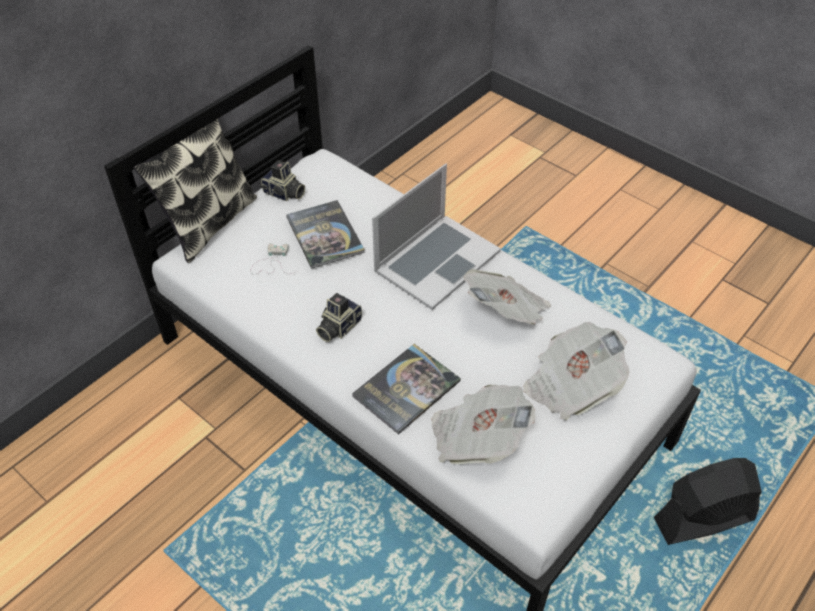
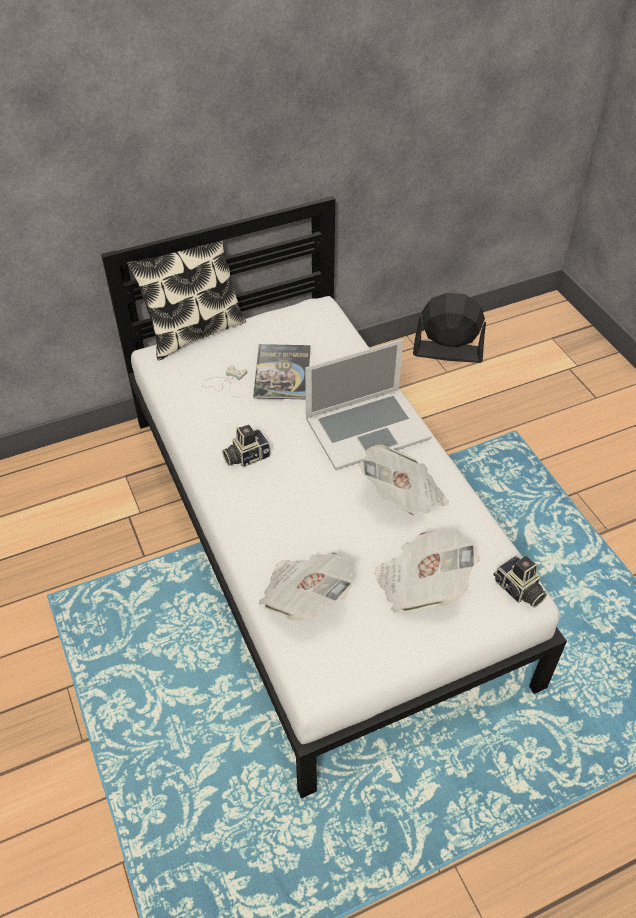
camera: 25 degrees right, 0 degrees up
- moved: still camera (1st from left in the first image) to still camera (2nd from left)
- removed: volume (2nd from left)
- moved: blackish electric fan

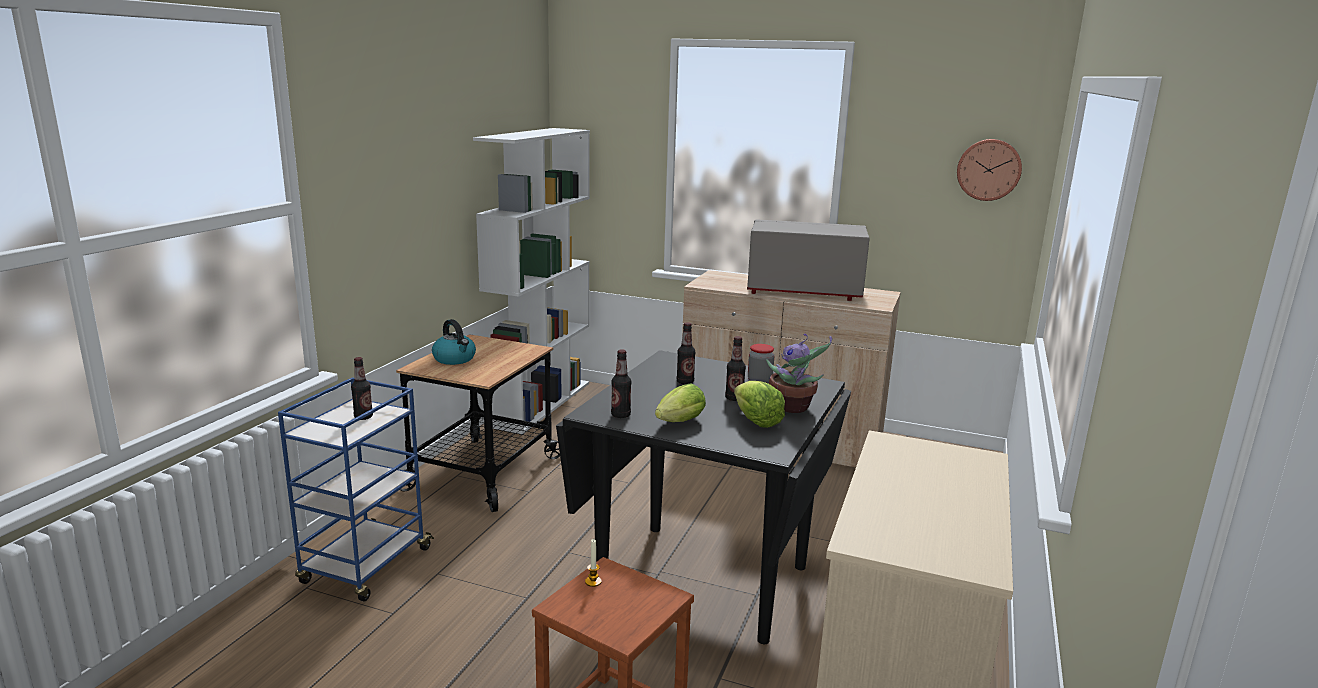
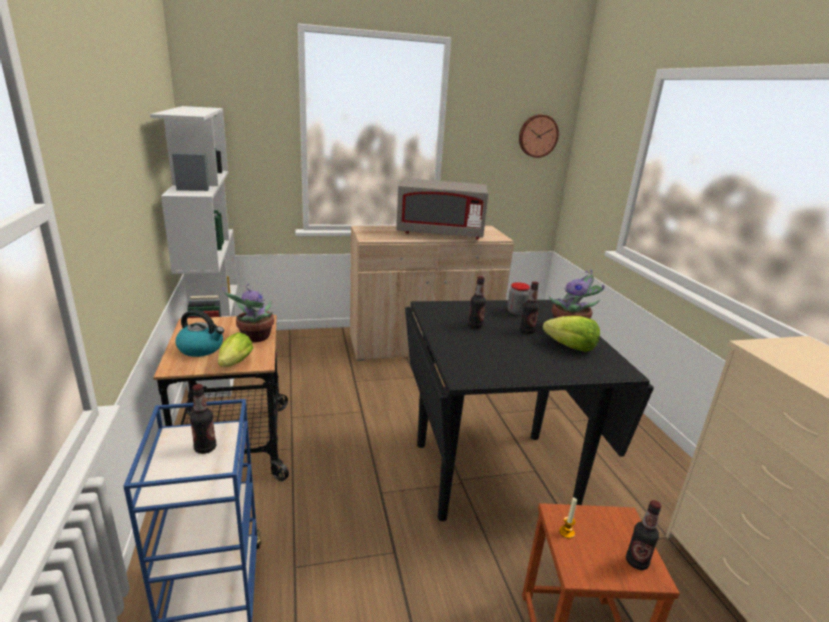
camera: 35 degrees left, 5 degrees up
- turned: gray microwave oven 150 degrees counterclockwise
- moved: drink bottle (2nd from left in the first image) to drink bottle (4th from left)
- moved: head of lettuce (1st from left)
- added: potted plant (1st from left)

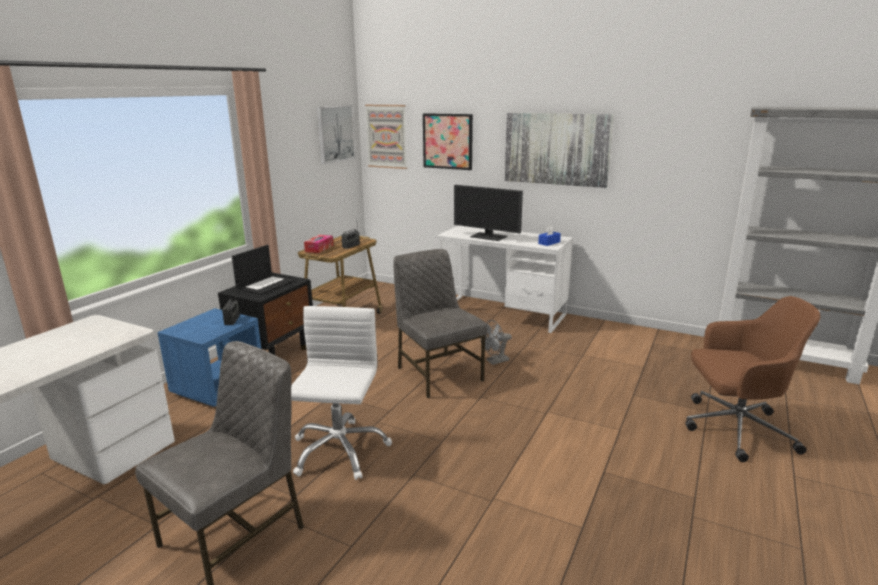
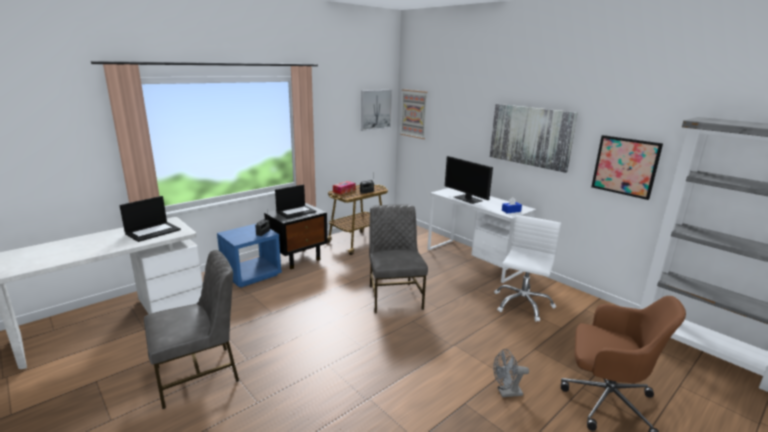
camera: 20 degrees right, 0 degrees up
- moved: wall picture (3rd from left in the first image) to wall picture (4th from left)
- moved: white-coloured computer chair
- moved: gray electric fan
- added: laptop (1st from left)

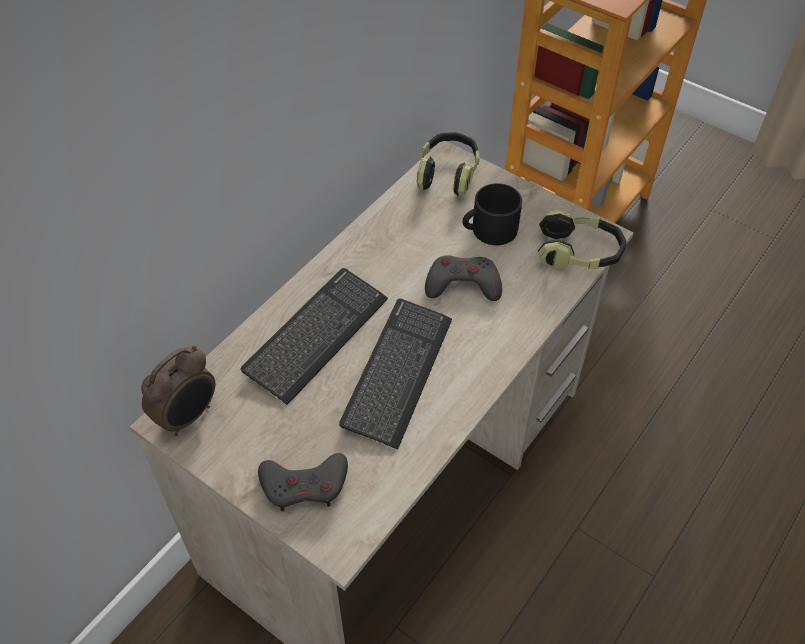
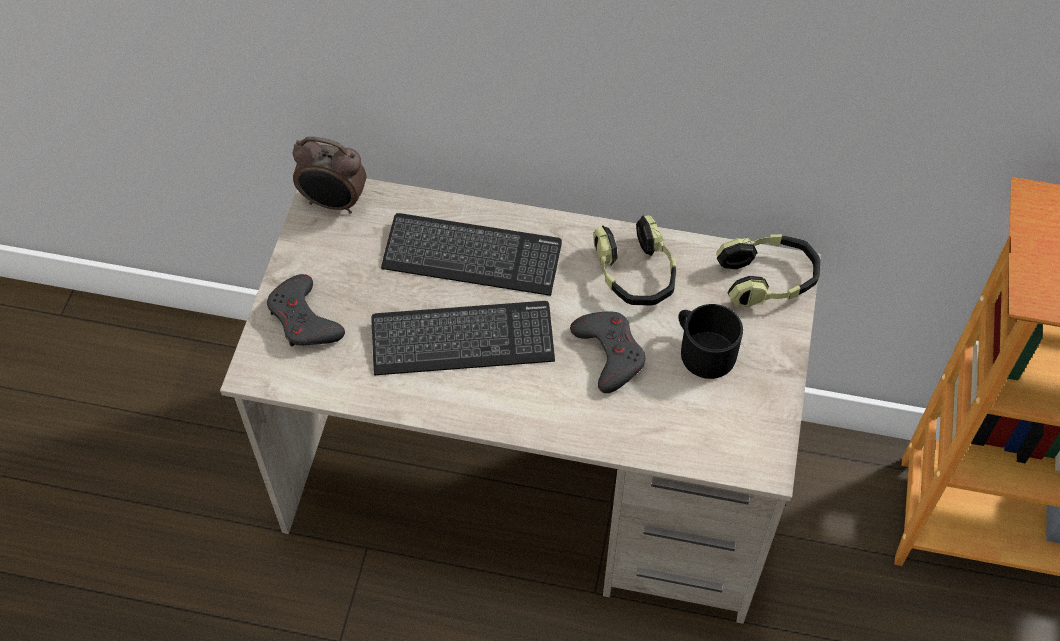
camera: 65 degrees right, 5 degrees up
- moved: pair of headphones (2nd from left in the first image) to pair of headphones (1st from left)

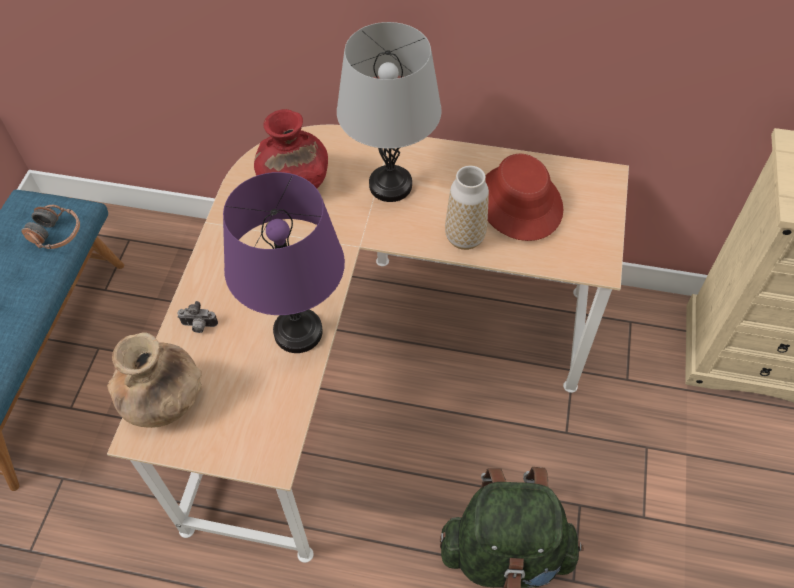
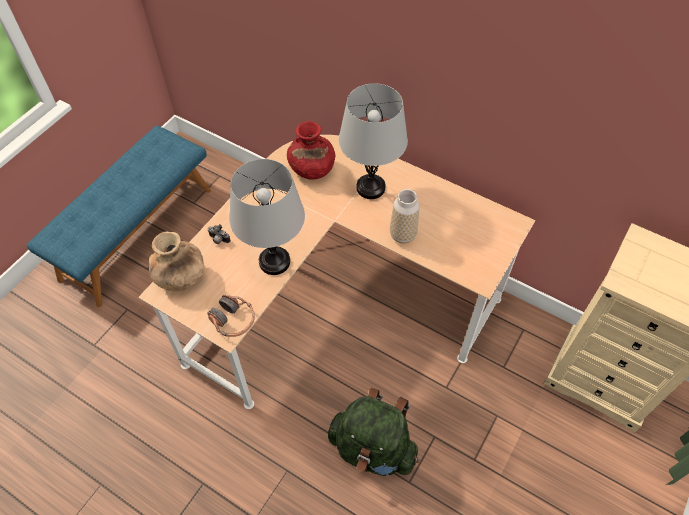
camera: 20 degrees right, 0 degrees up
- removed: reddish clothing hat
- recoloured: purplish lamp for a table to gray lamp for a table (1st from left)
- moved: pair of headphones

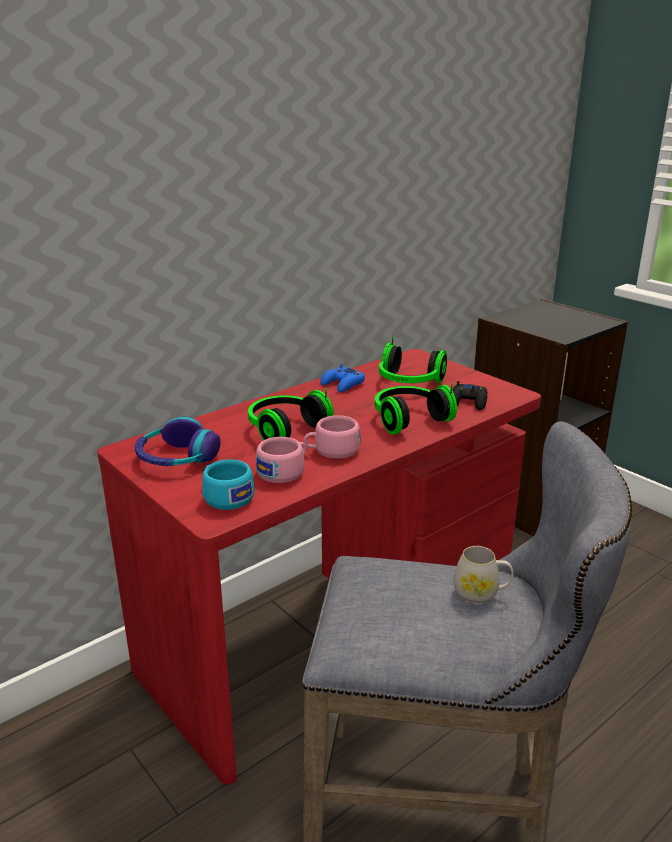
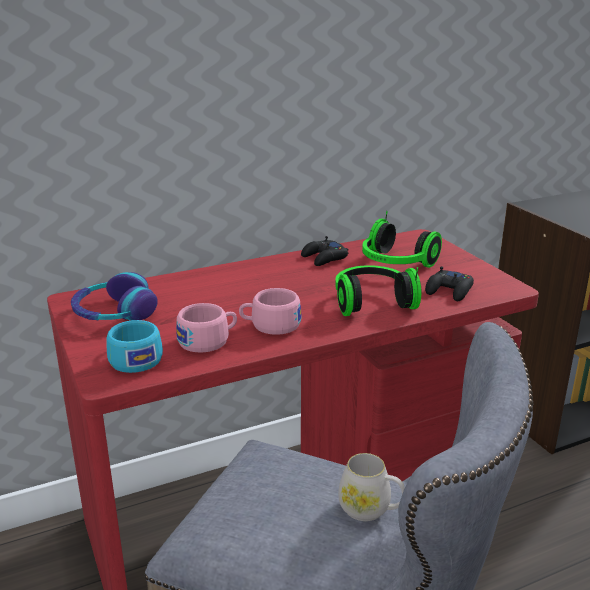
camera: 15 degrees right, 0 degrees up
- recoloured: bluish joypad to blackish joypad (1st from left)
- removed: pair of headphones (2nd from left)

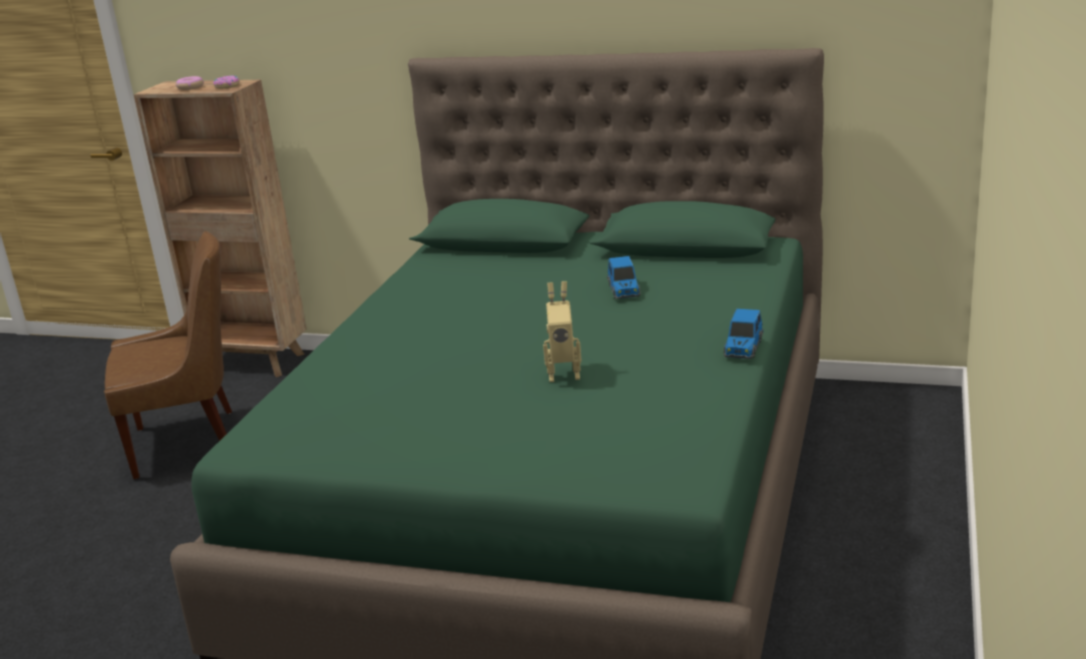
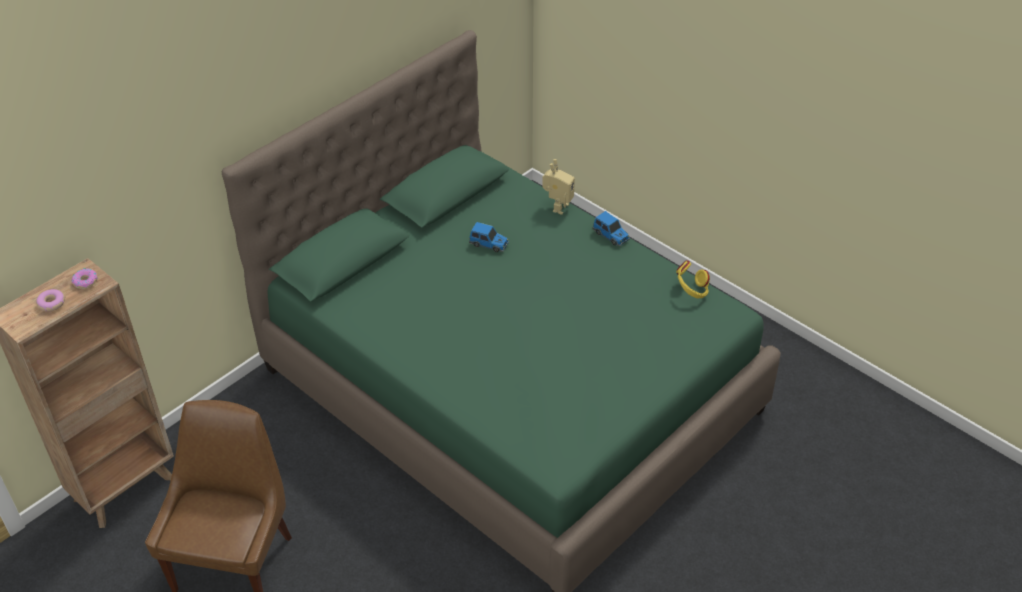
camera: 65 degrees left, 20 degrees up
- moved: model robot
- added: yellowish pair of headphones

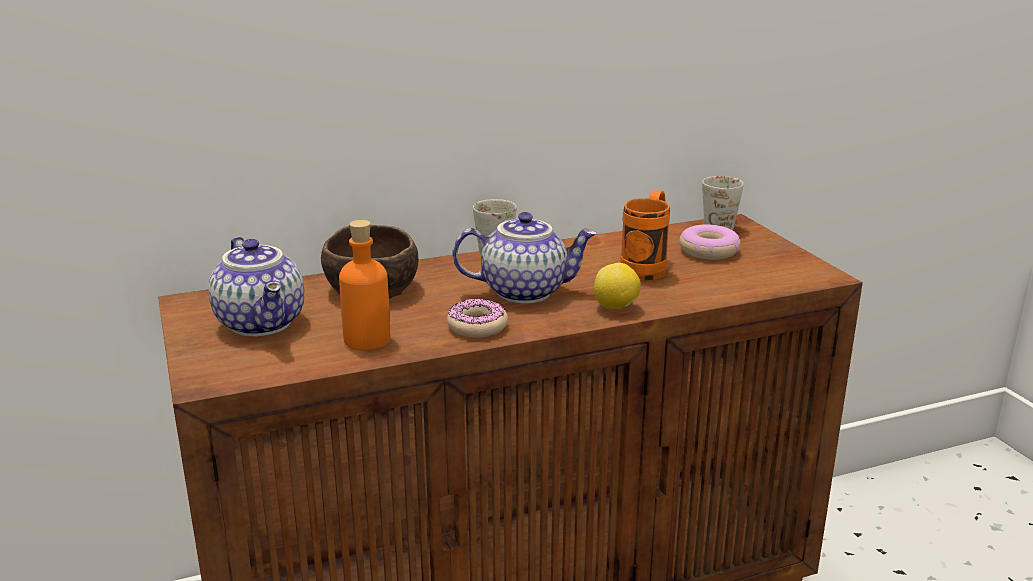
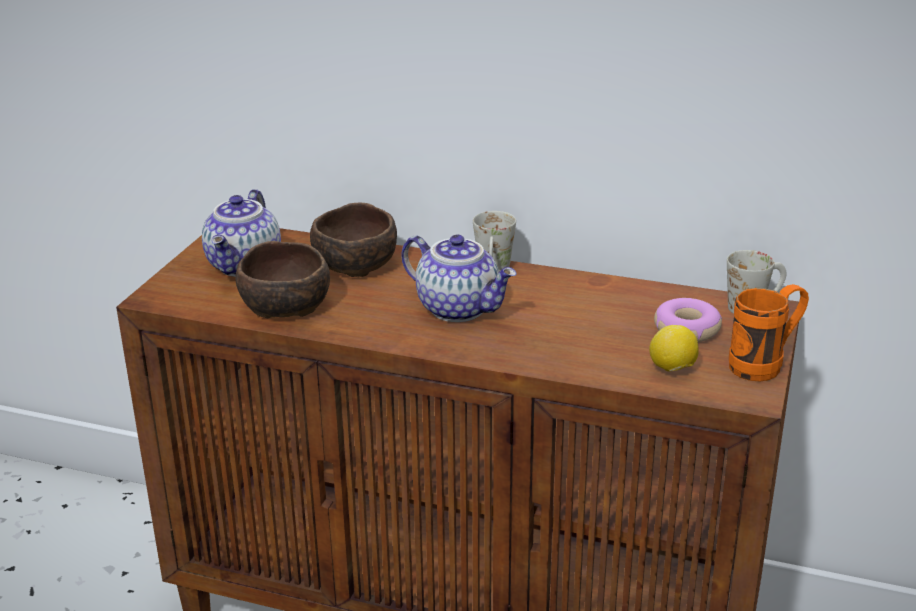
camera: 40 degrees right, 5 degrees up
- moved: orange-coloured mug
- replaced: orange-coloured drink bottle to brown deep dish (1st from left)
- moved: whole lemon
- removed: donut (1st from left)

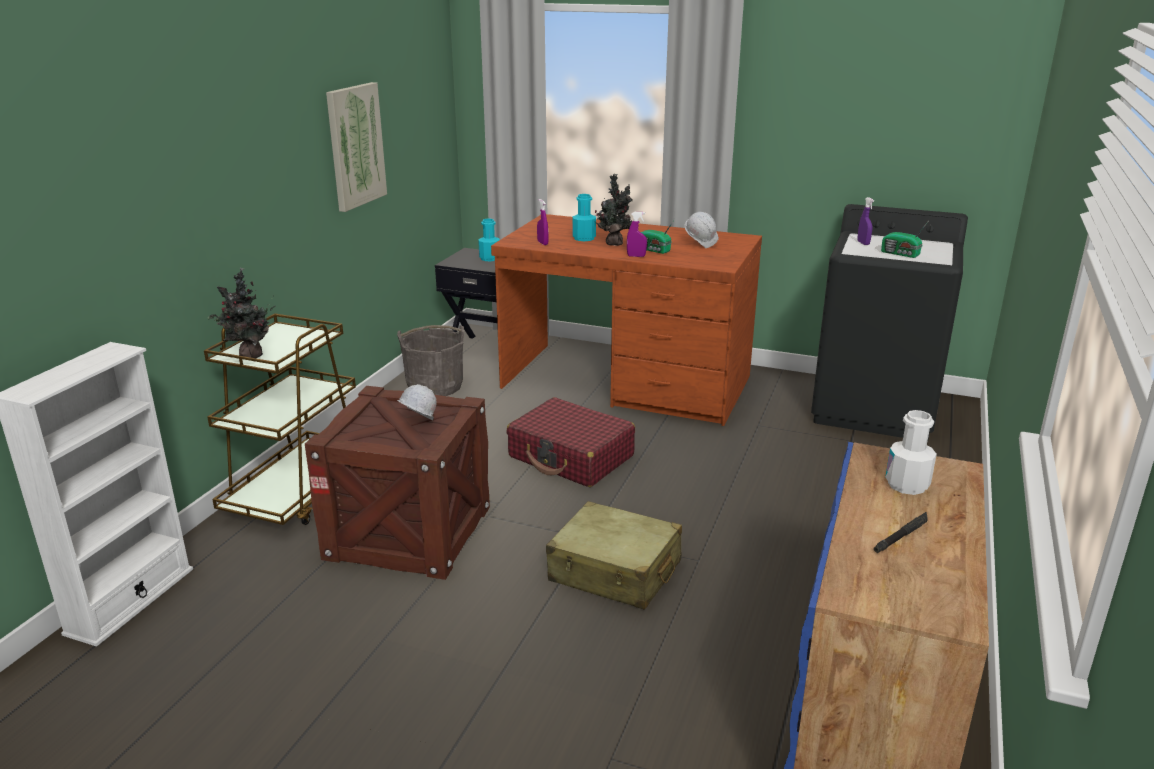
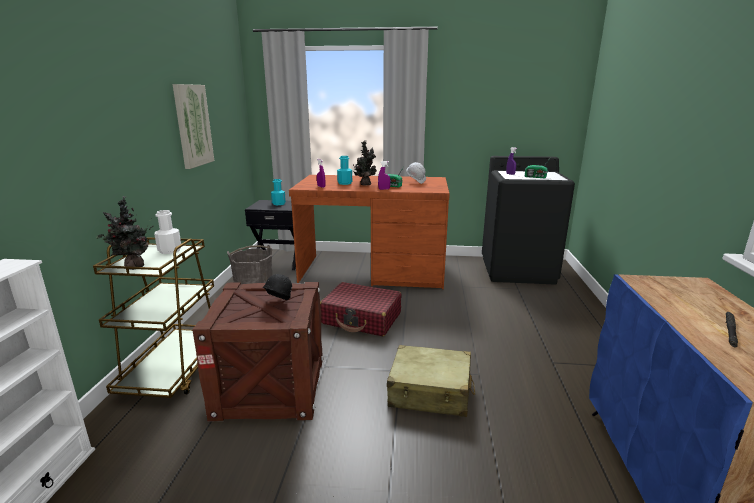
camera: 15 degrees left, 5 degrees down
- recoloured: white-coloured safety helmet (1st from left) to blackish safety helmet
- moved: white-coloured drink bottle

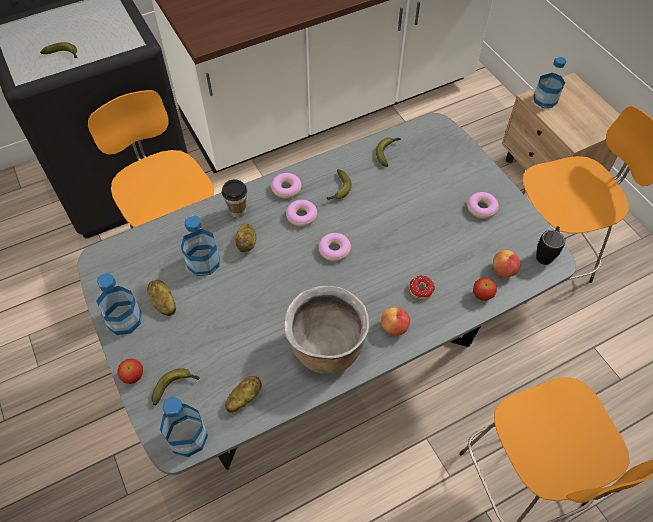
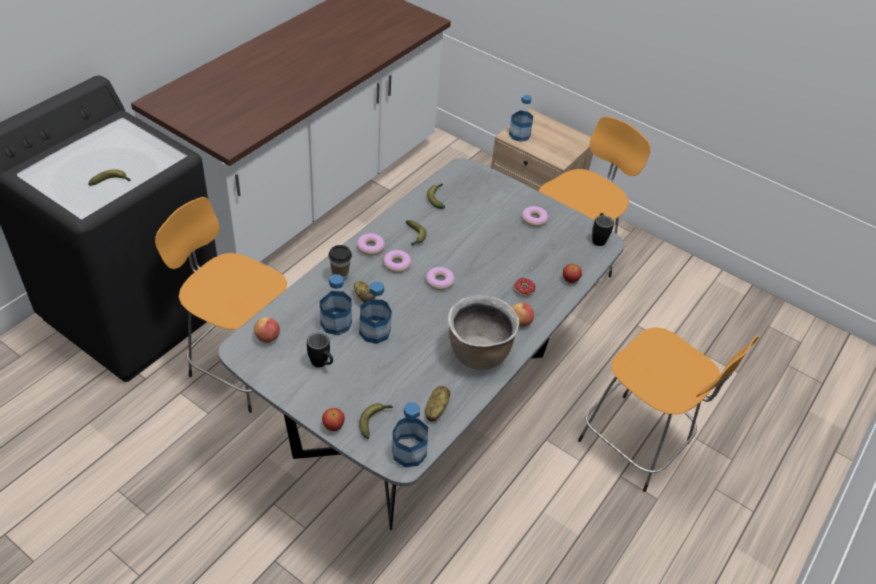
camera: 30 degrees left, 10 degrees down
- moved: apple (4th from left in the first image) to apple (1st from left)
- moved: drink bottle (1st from left in the first image) to drink bottle (2nd from left)
- replaced: whole potato (1st from left) to blackish mug (1st from left)

